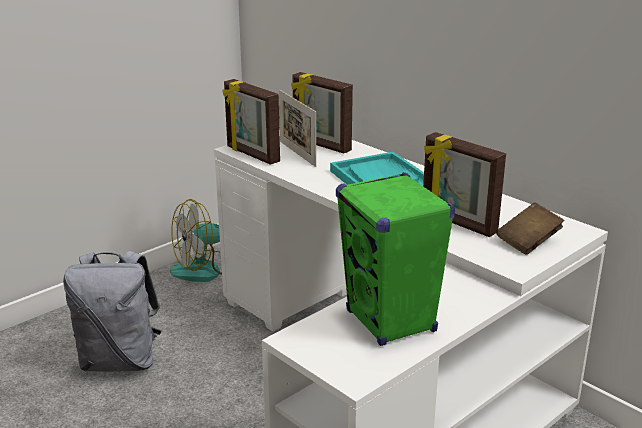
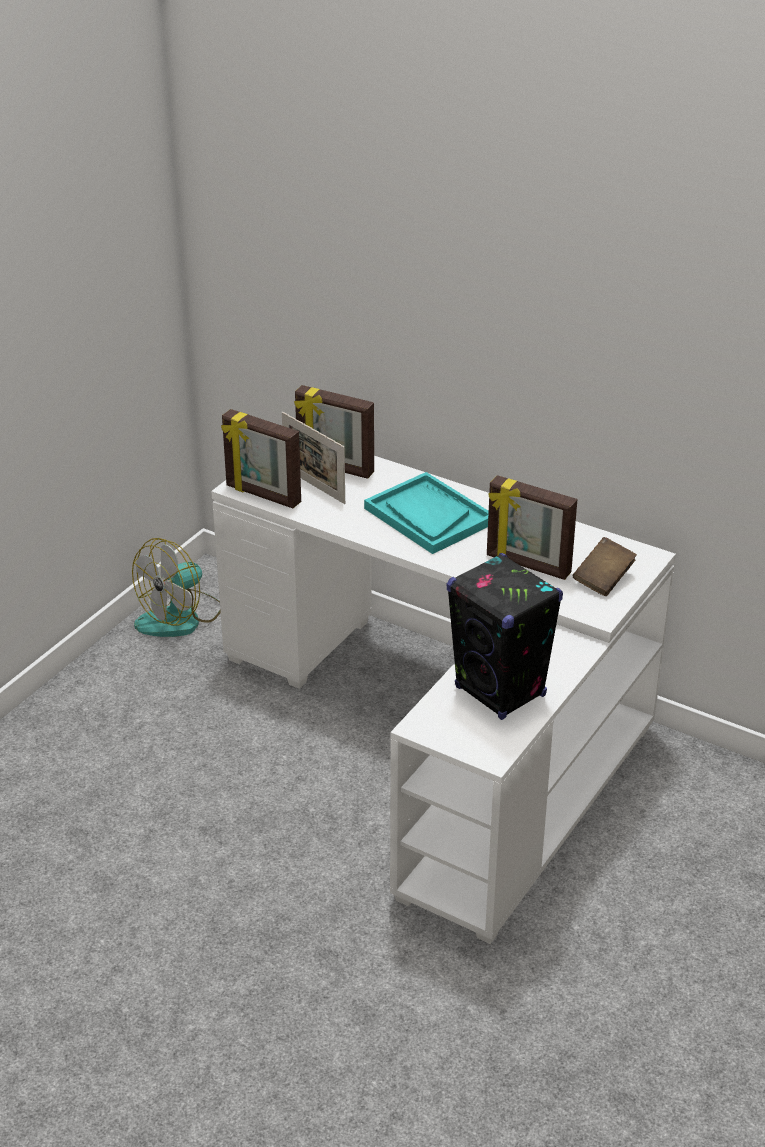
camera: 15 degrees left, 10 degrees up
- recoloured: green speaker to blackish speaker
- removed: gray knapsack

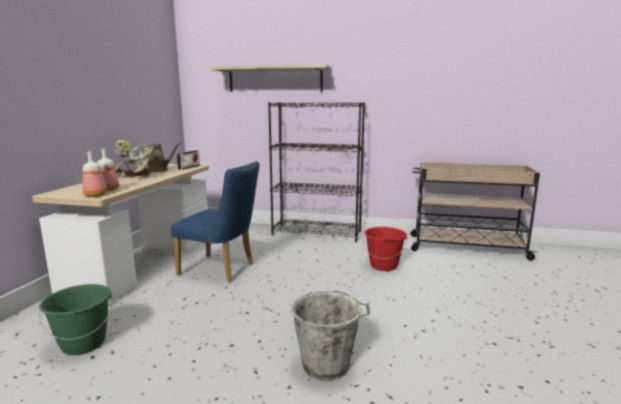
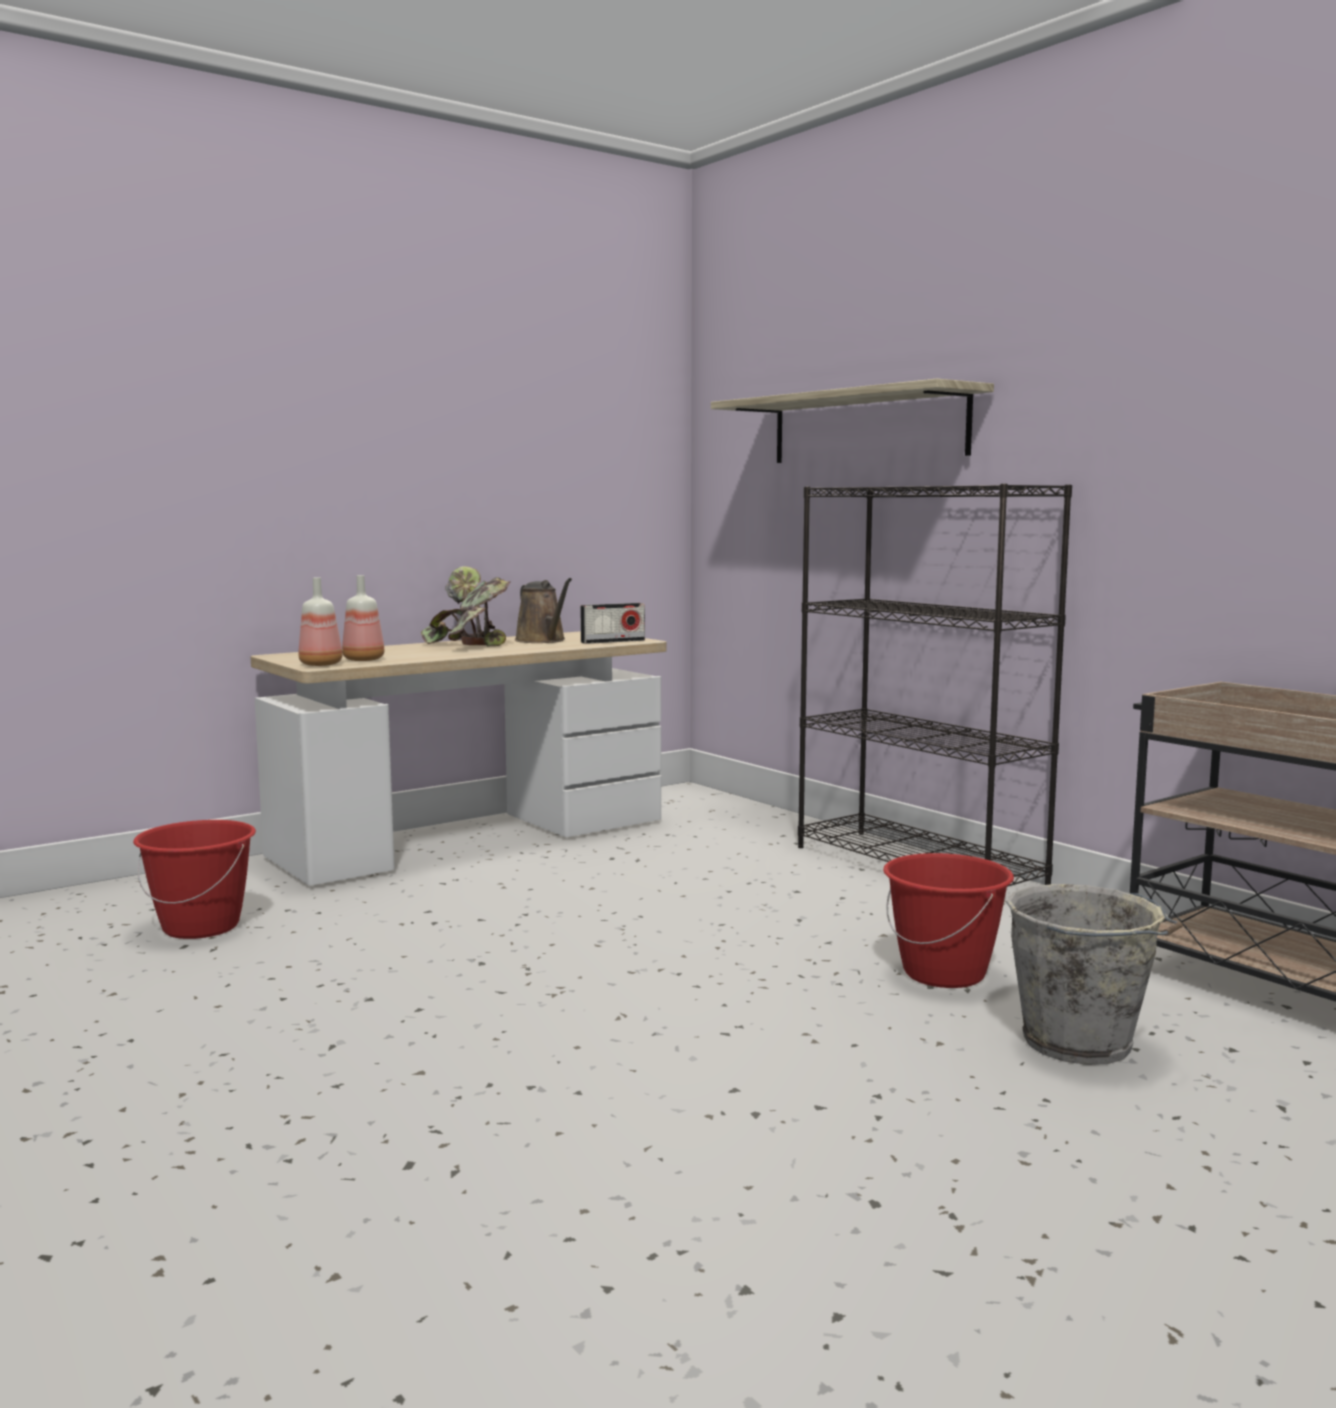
camera: 40 degrees right, 5 degrees down
- removed: bluish upright chair
- recoloured: green pail to reddish pail (1st from left)
- moved: gray pail

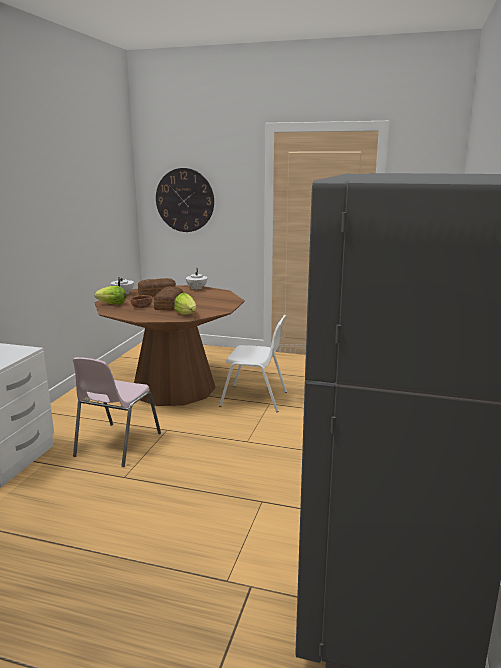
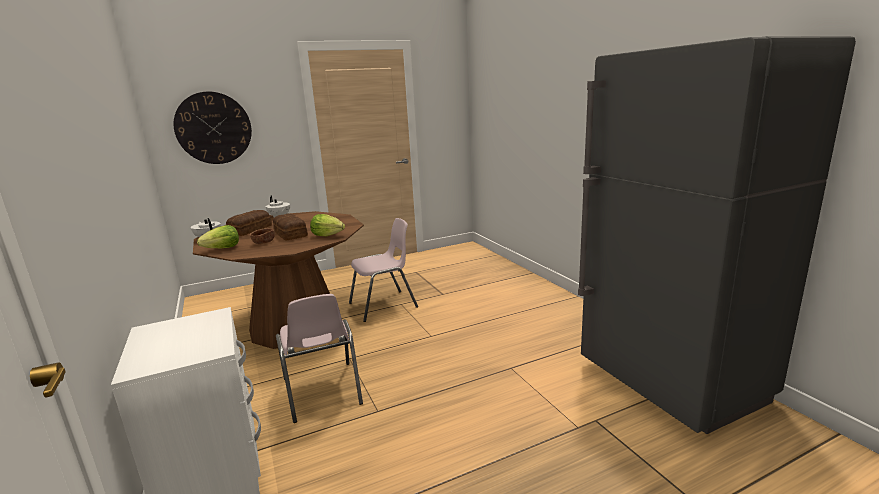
camera: 40 degrees left, 0 degrees up
- recoloured: white-coloured upright chair to pink upright chair (2nd from left)

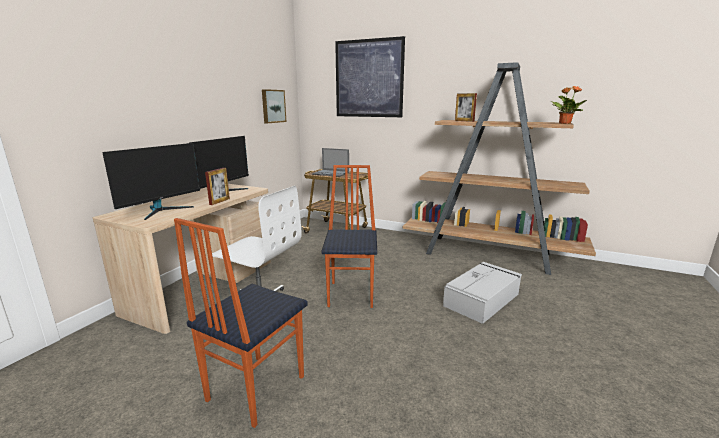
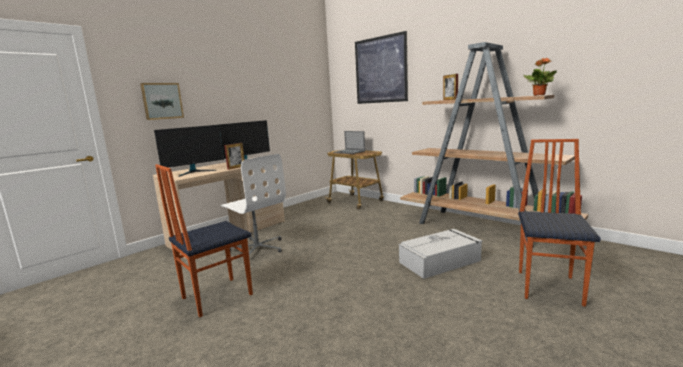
camera: 20 degrees right, 5 degrees down
- moved: wall picture (1st from left)
- moved: upright chair (2nd from left)

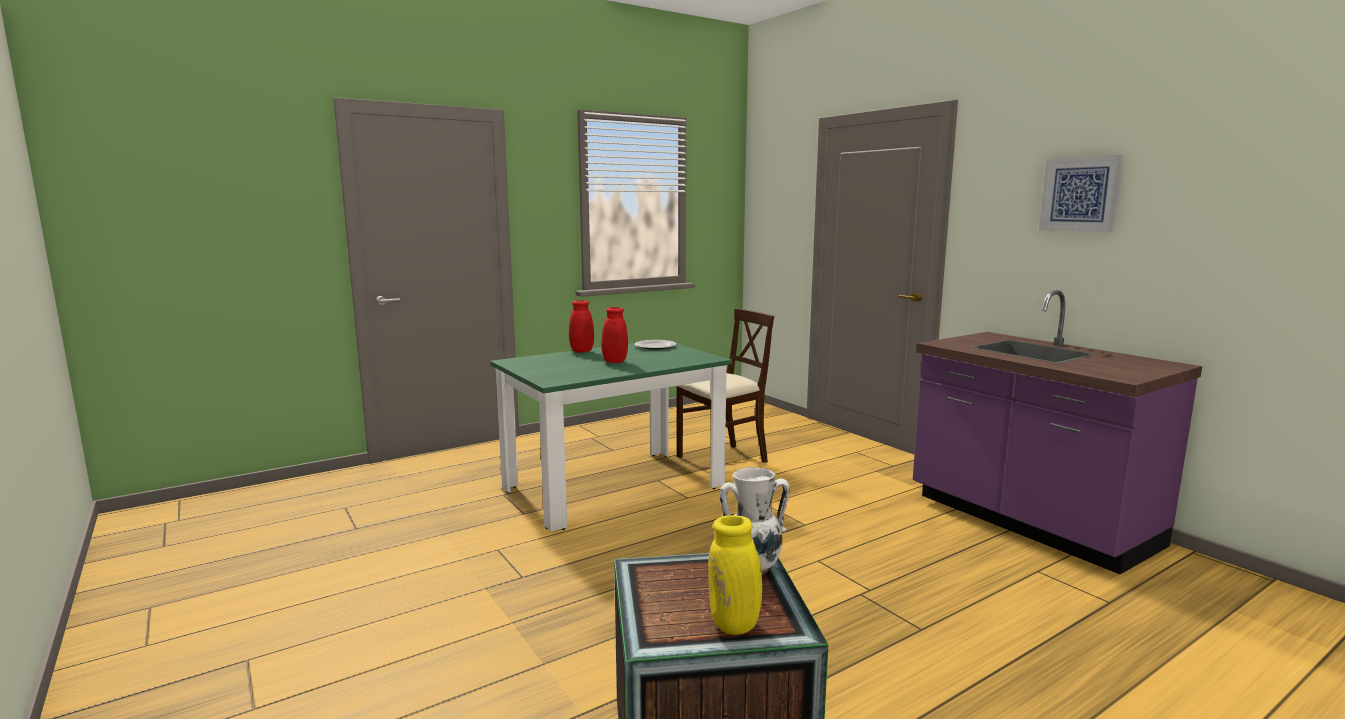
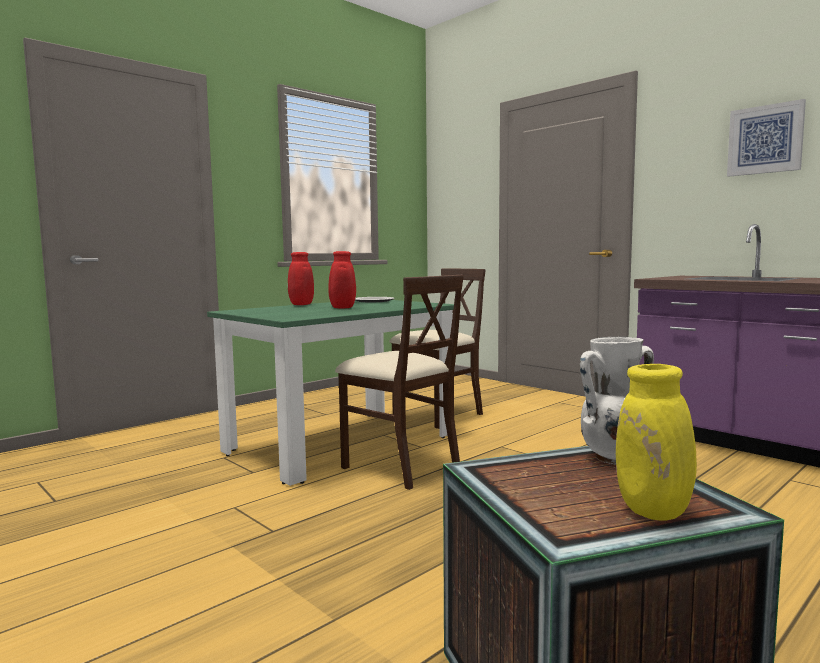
camera: 10 degrees left, 5 degrees down
- added: sand-coloured upright chair (1st from left)

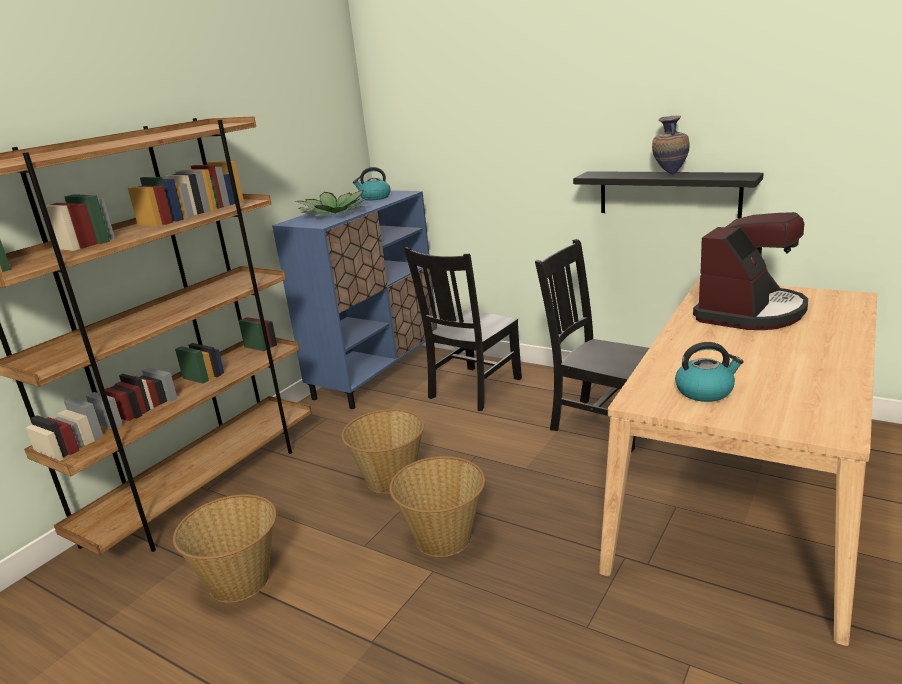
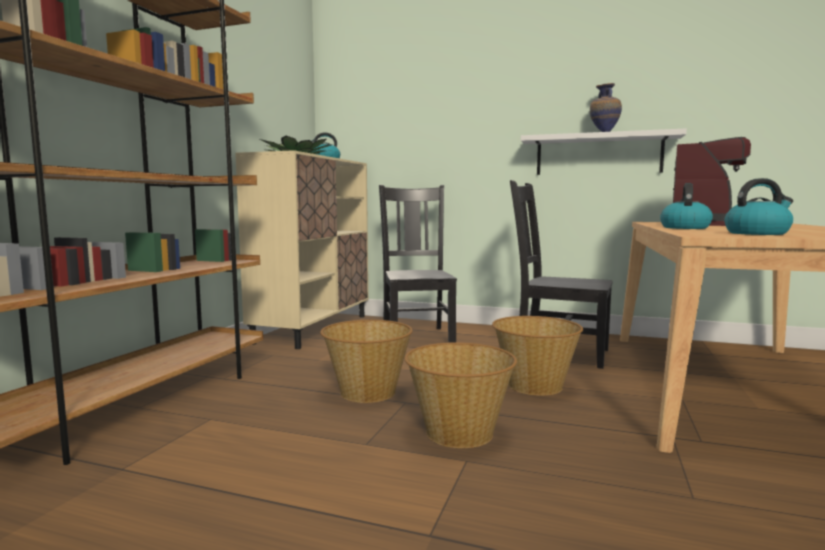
camera: 15 degrees left, 15 degrees down
- recoloured: blackish shelf to white-coloured shelf
- recoloured: bluish cabinet to sand-coloured cabinet
- turned: blackish upright chair (1st from left) 150 degrees clockwise
- moved: storage basket (1st from left in the first image) to storage basket (3rd from left)
- added: water kettle (2nd from left)

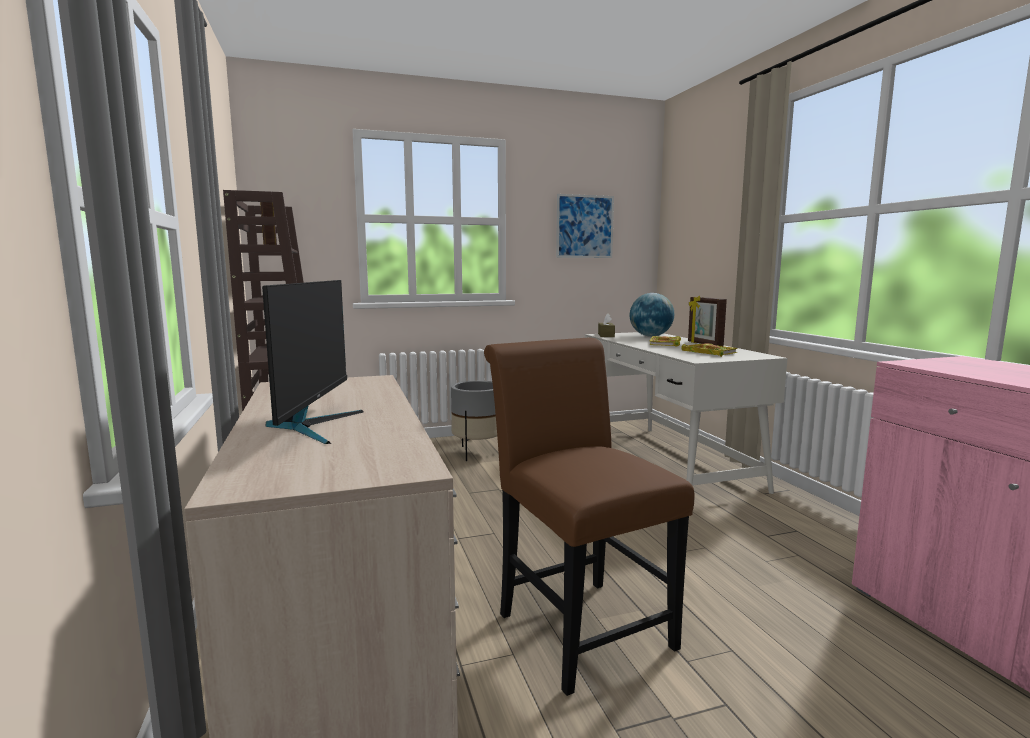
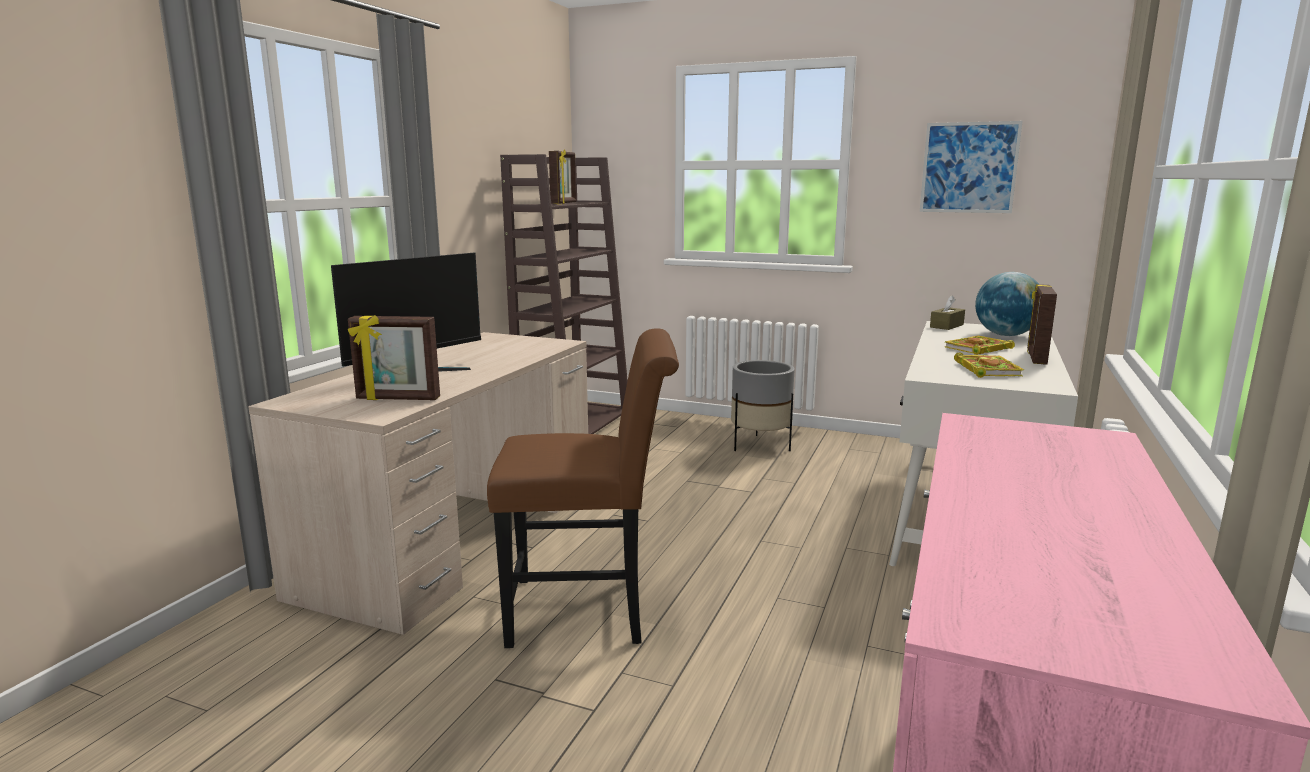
camera: 40 degrees right, 5 degrees up
- turned: brown upright chair 75 degrees clockwise
- added: standing frame (1st from left)

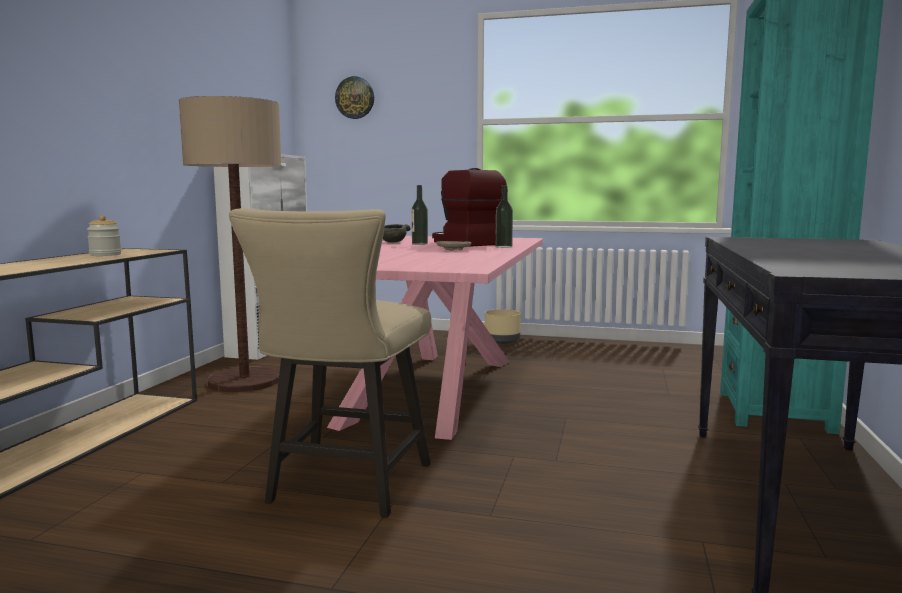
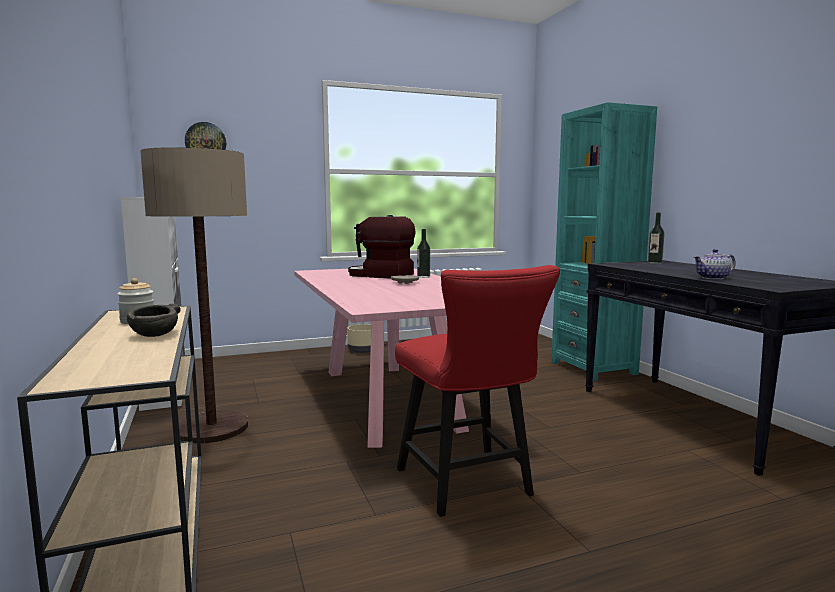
camera: 35 degrees left, 0 degrees up
- moved: drink bottle (1st from left in the first image) to drink bottle (2nd from left)
- recoloured: sand-coloured upright chair to reddish upright chair
- moved: gray deep dish
- added: pot for tea

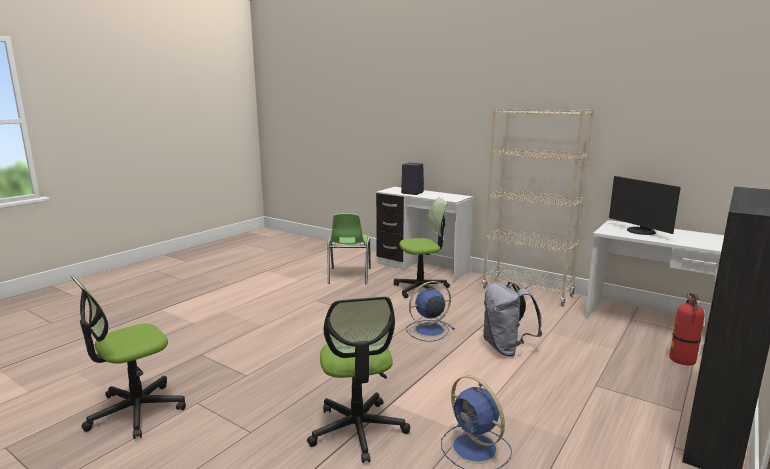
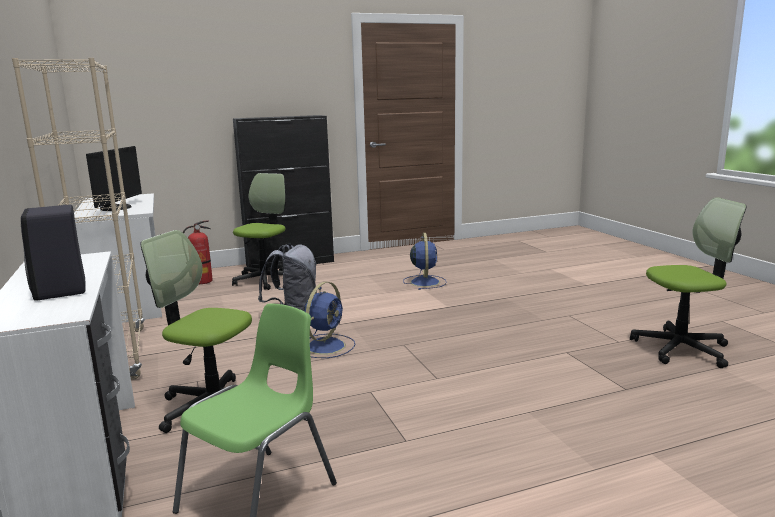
camera: 145 degrees left, 0 degrees up
- turned: bluish electric fan (1st from left) 75 degrees counterclockwise
- moved: computer chair (2nd from left)

